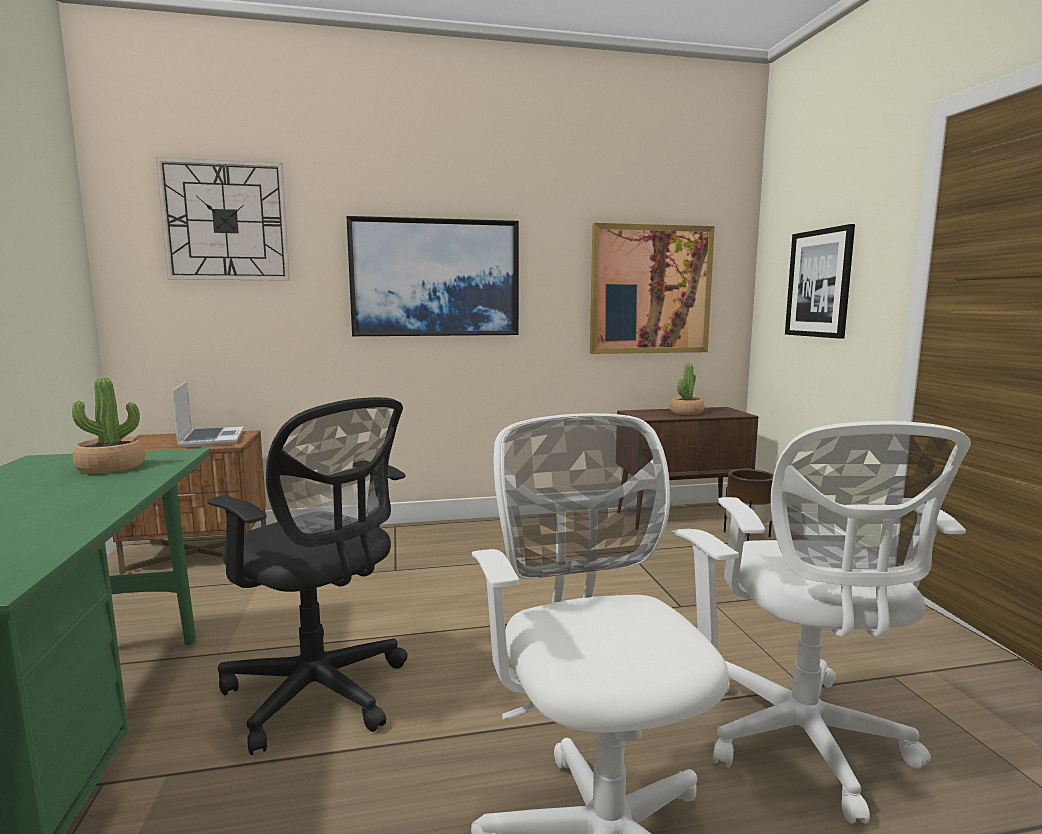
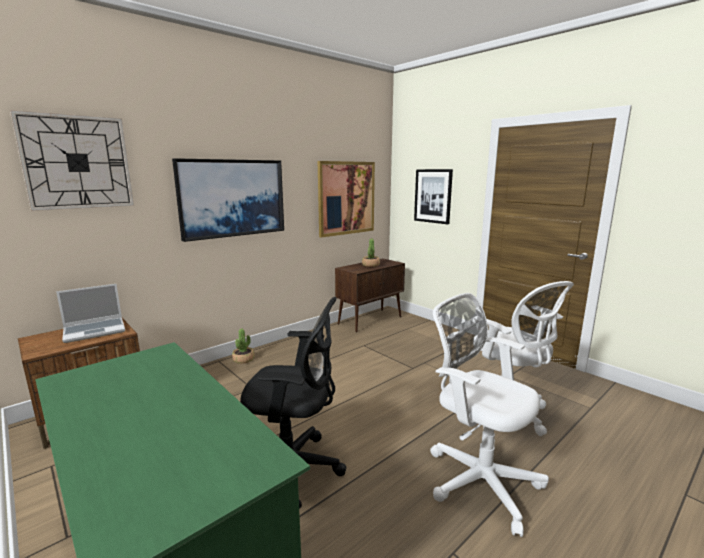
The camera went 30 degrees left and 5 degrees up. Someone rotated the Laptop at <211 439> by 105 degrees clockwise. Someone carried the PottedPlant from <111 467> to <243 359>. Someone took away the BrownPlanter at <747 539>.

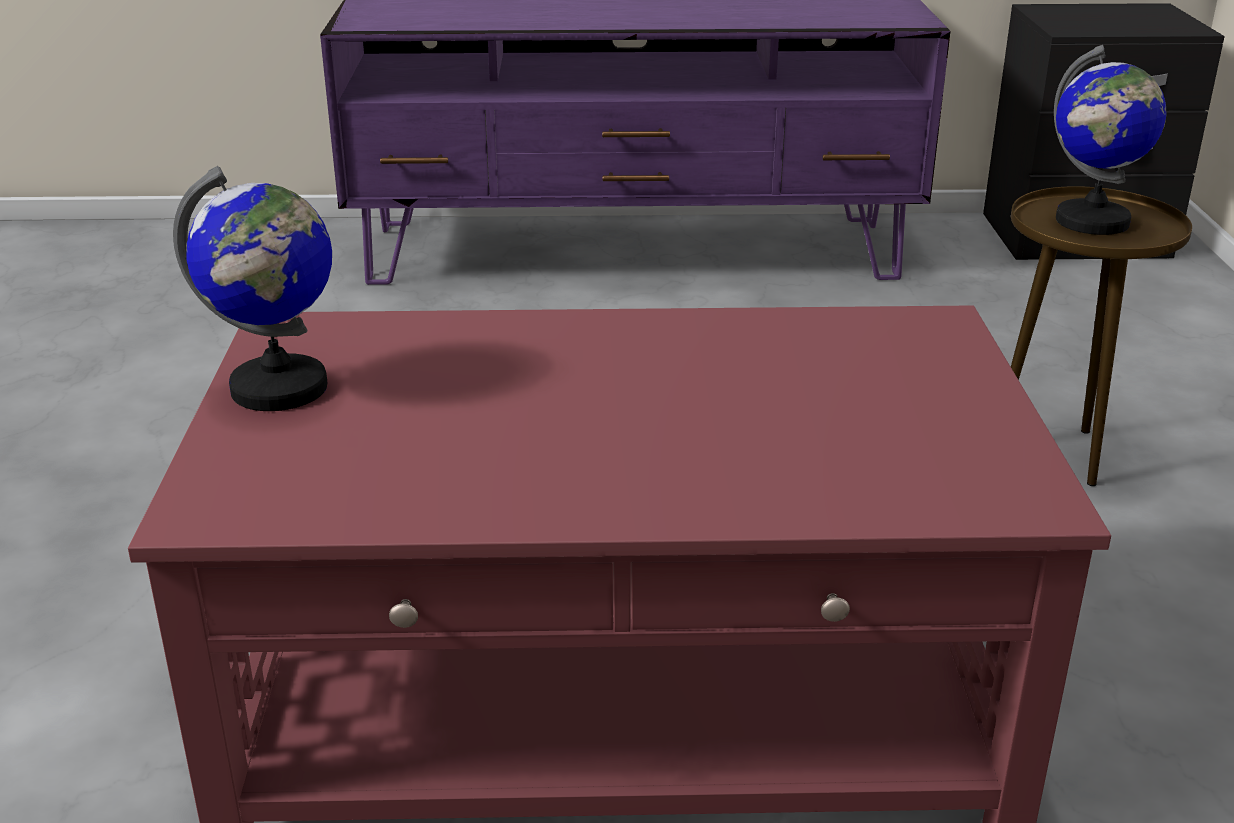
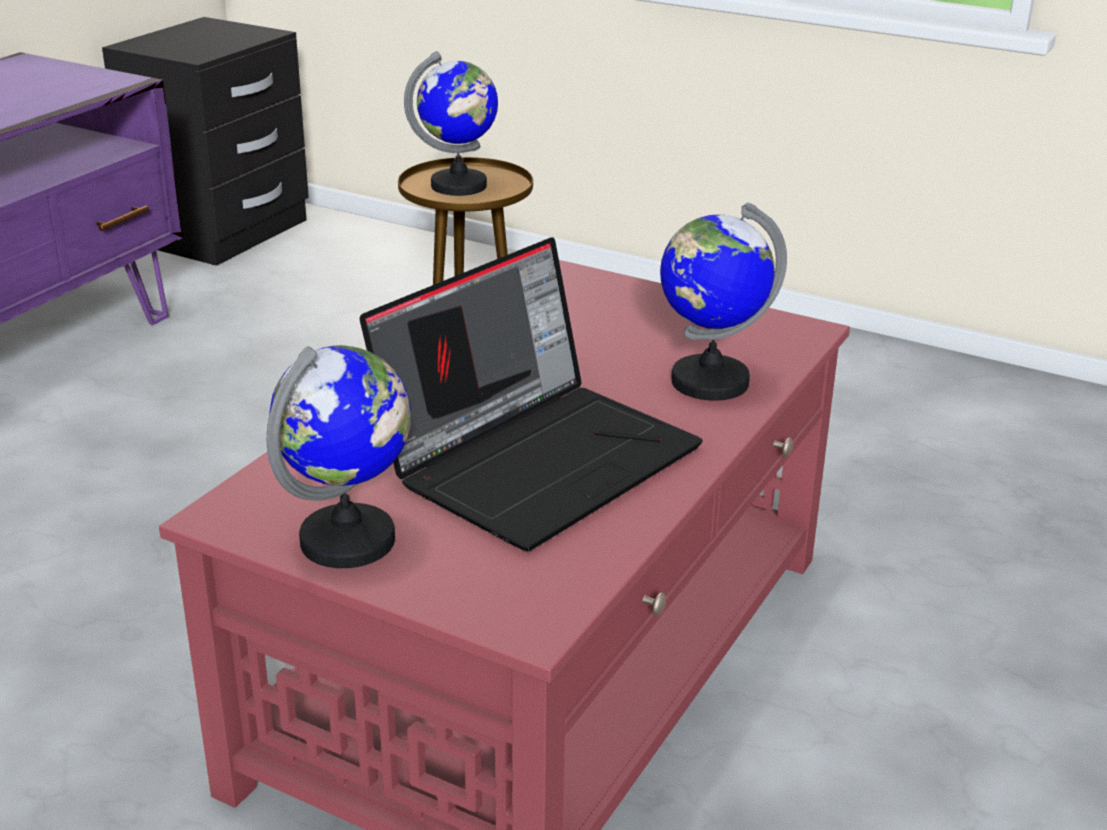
The camera went 60 degrees left and 0 degrees up. Someone put down the Laptop at <539 457>. Someone put down the Globe at <708 381>.

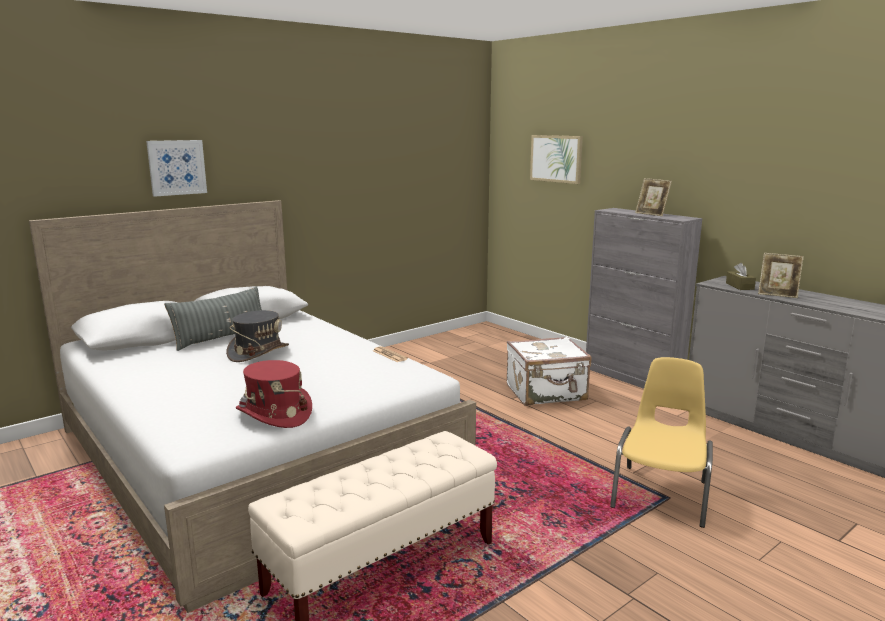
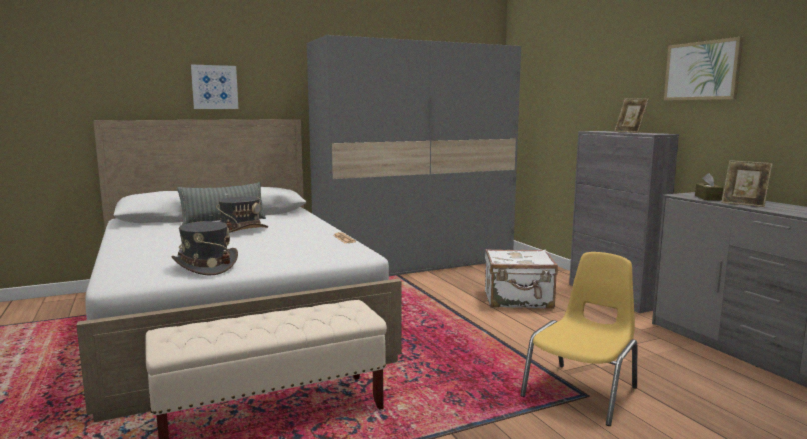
The camera went 15 degrees right and 5 degrees down. Someone repainted the RedHat at <274 414>, which became the GreyHat at <205 266>. Someone put down the GreyWardrobe at <415 263>. Someone carried the Picture from <556 158> to <702 71>.

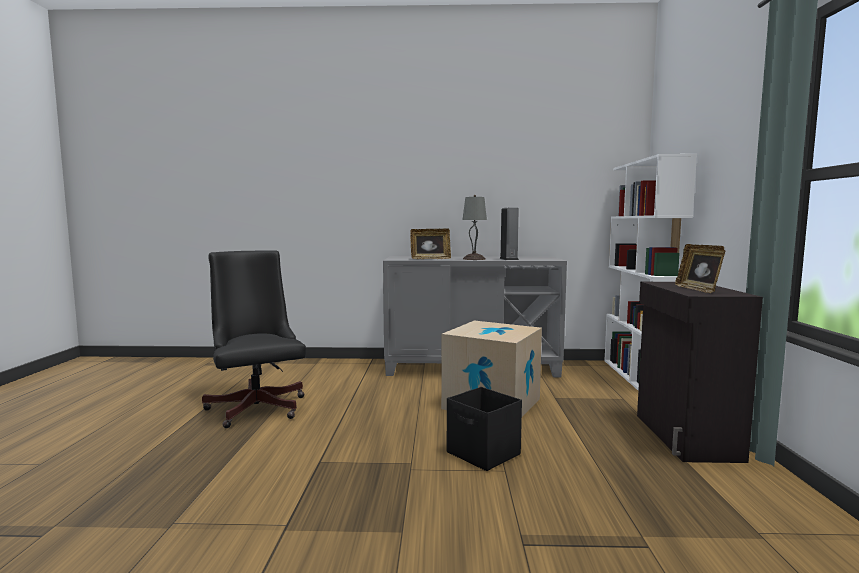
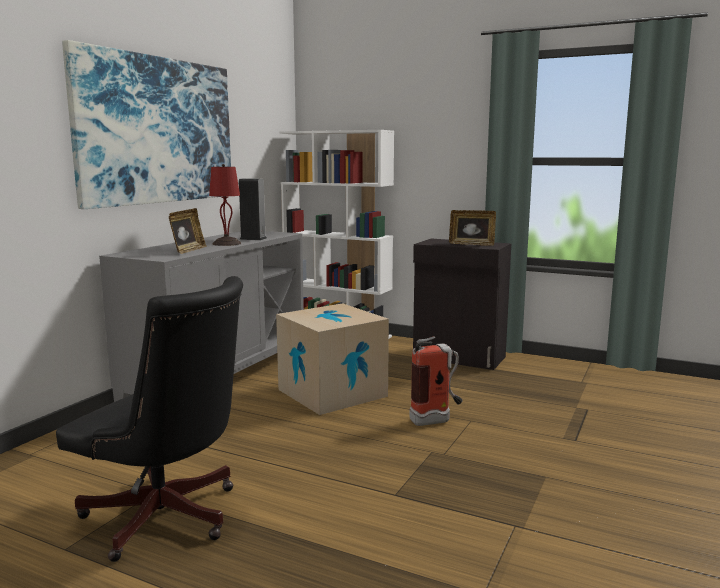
The camera went 65 degrees left and 5 degrees up. Someone rotated the BlackOfficeChair at <257 406> by 150 degrees counterclockwise. Someone put up the Picture at <157 130>. Someone repainted the GreyTableLamp at <474 259>, which became the RedTableLamp at <226 243>. Someone swapped the BlackStorageBox at <483 454> for the FireExtinguisher at <436 421>.

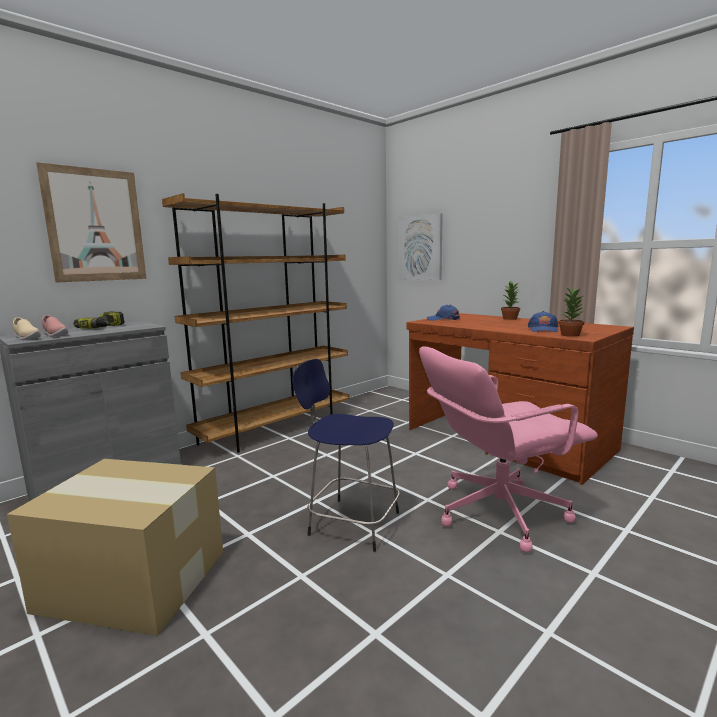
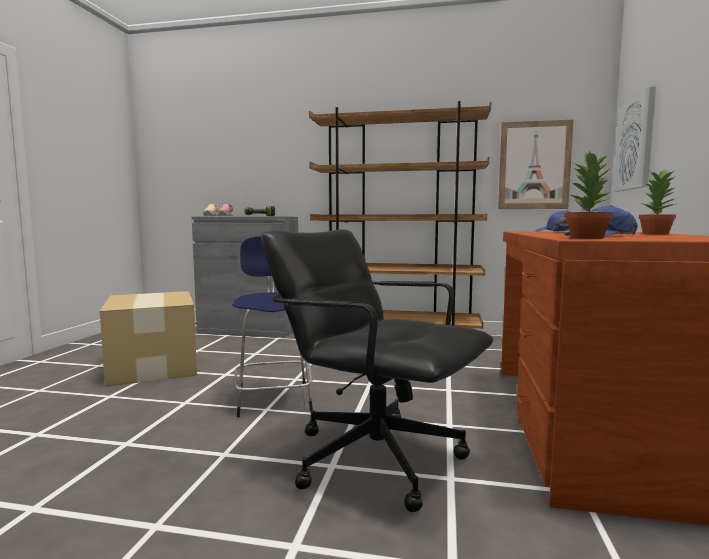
The camera went 55 degrees right and 5 degrees down. Someone repainted the PinkOfficeChair at <498 512>, which became the BlackOfficeChair at <375 457>. Someone carried the Picture from <95 225> to <534 165>.

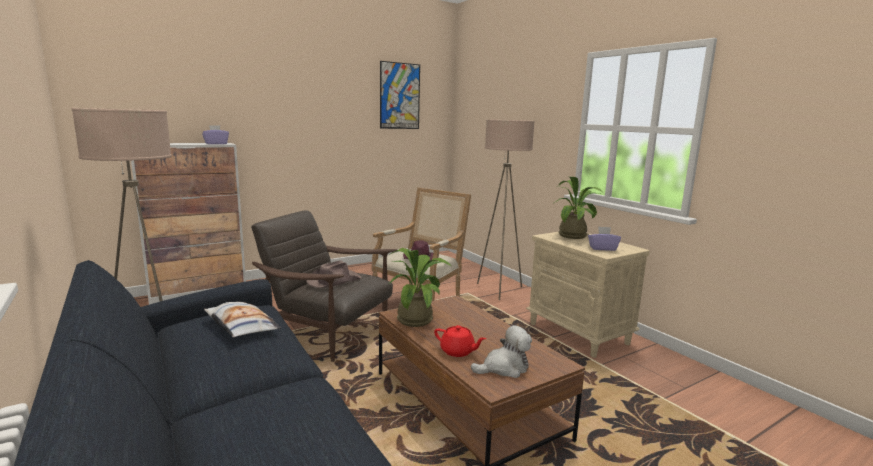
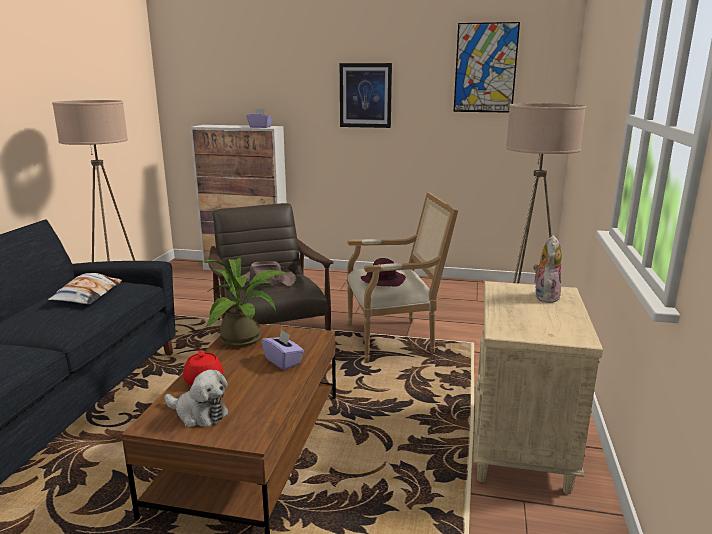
The camera went 45 degrees right and 5 degrees up. Someone carried the PurpleTissueBox from <602 248> to <283 361>. Someone put up the Picture at <365 95>. Someone swapped the PottedPlant at <575 235> for the PlushToy at <545 296>.

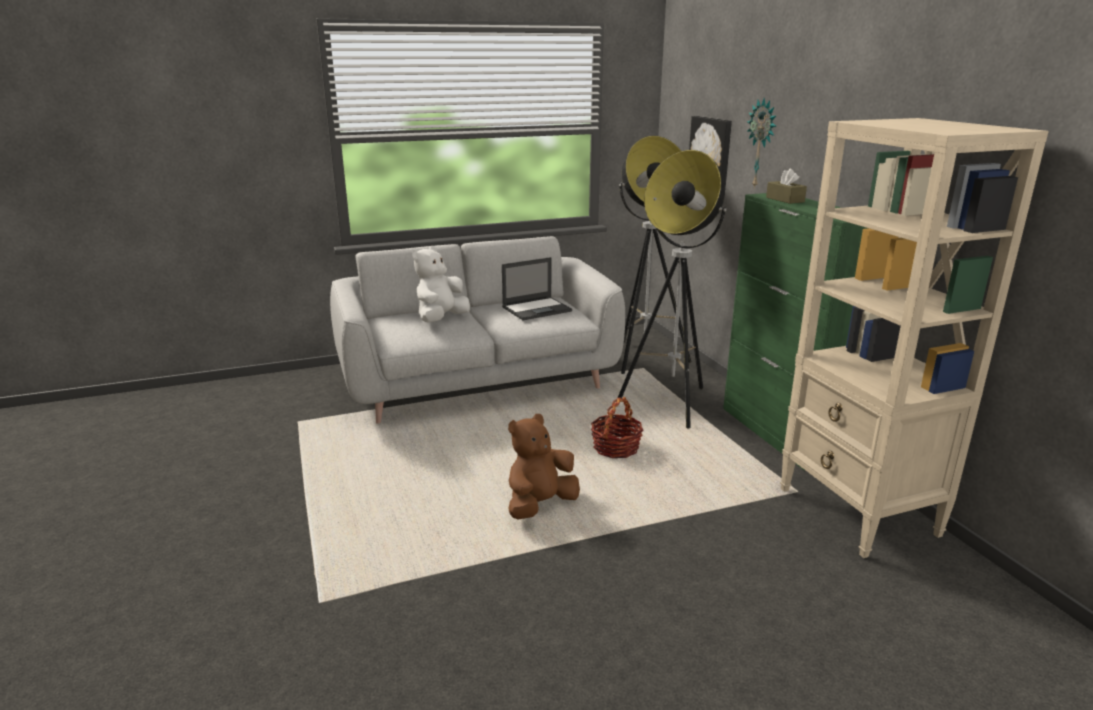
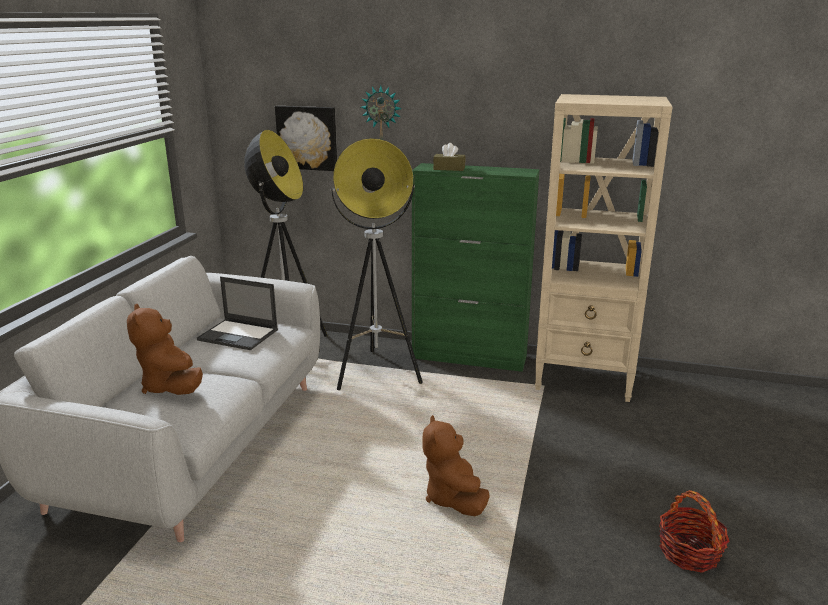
The camera went 55 degrees left and 0 degrees up. Someone repainted the WhitePlushToy at <441 319>, which became the BrownPlushToy at <171 387>. Someone rotated the Laptop at <537 309> by 105 degrees clockwise. Someone carried the Basket from <616 448> to <689 552>.

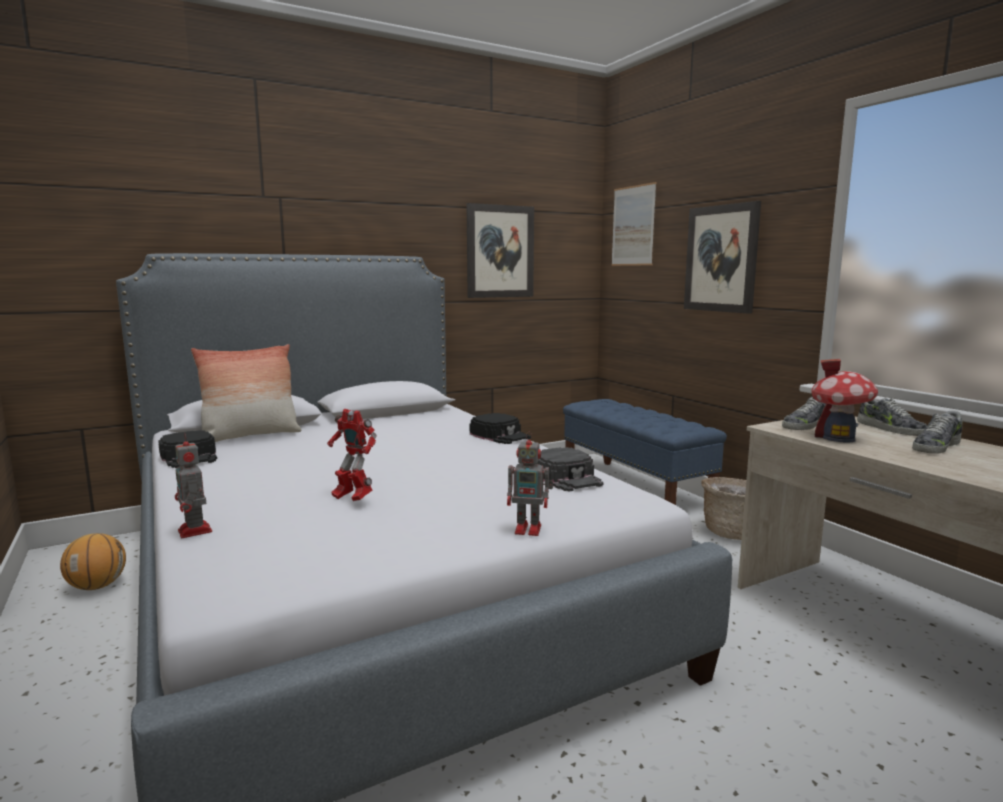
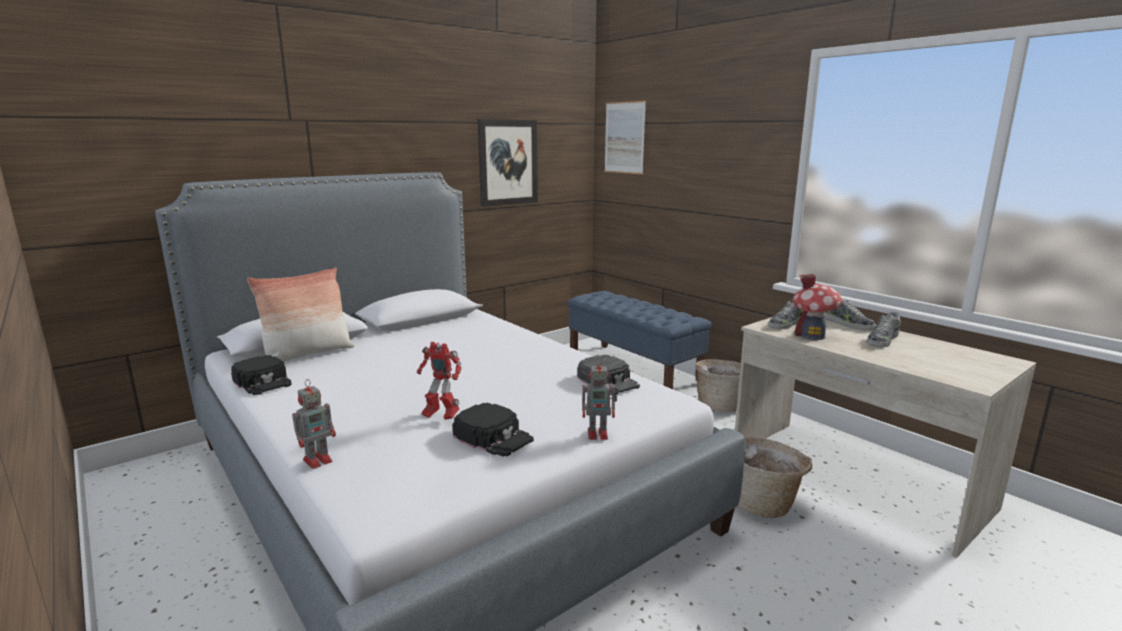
The camera went 10 degrees left and 5 degrees up. Someone rotated the ToyRobot at <195 531> by 90 degrees counterclockwise. Someone carried the BlackCap from <500 435> to <494 437>. Someone put down the Basket at <762 503>. Someone took away the Basketball at <97 586>. Someone took away the Picture at <721 258>.

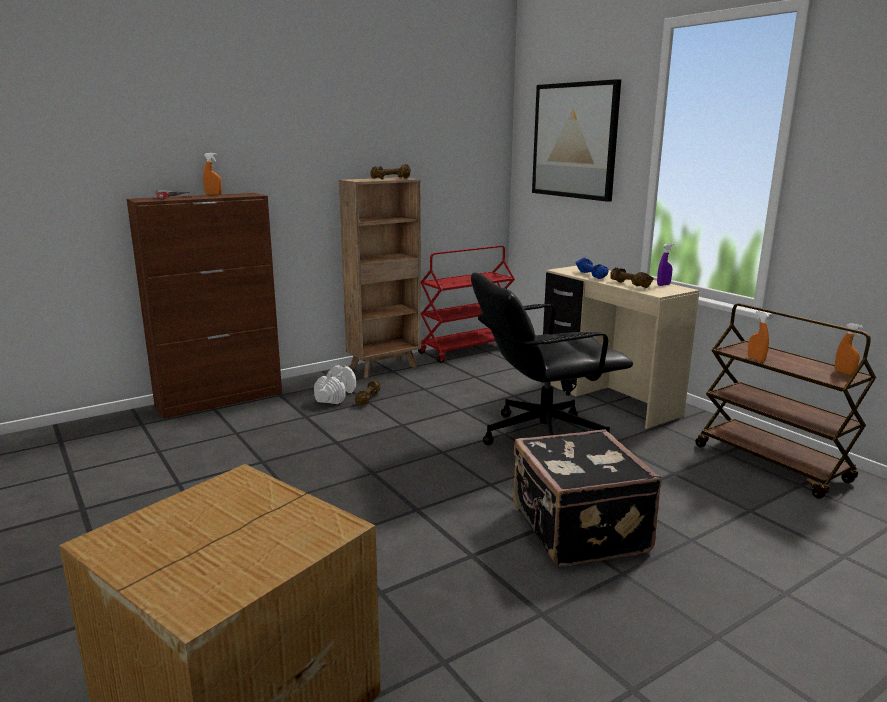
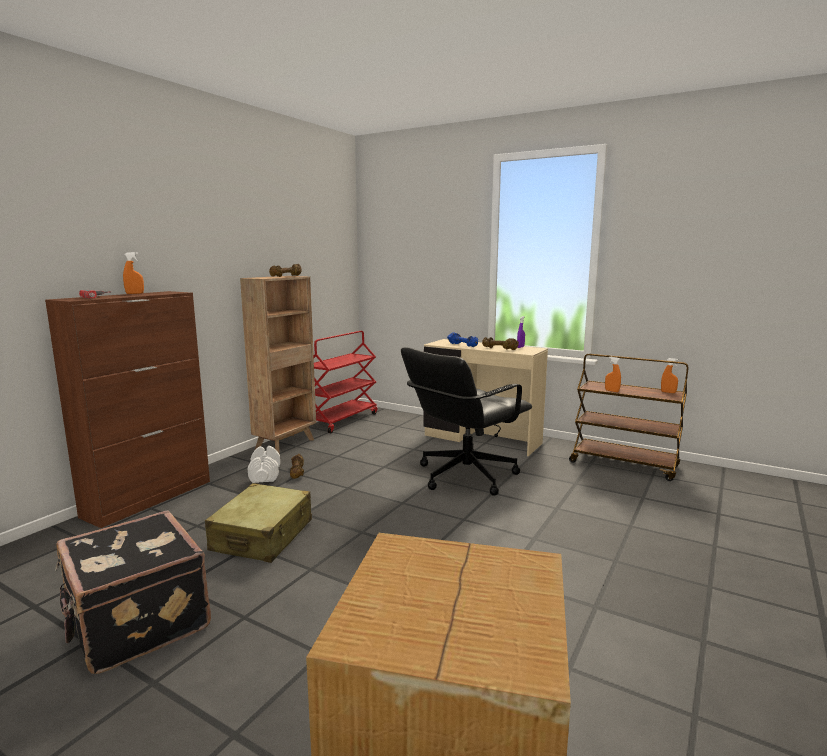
The camera went 25 degrees left and 5 degrees down. Someone carried the BlackSuitcase from <577 530> to <136 622>. Someone put down the BeigeSuitcase at <263 536>. Someone took away the Picture at <574 141>.

